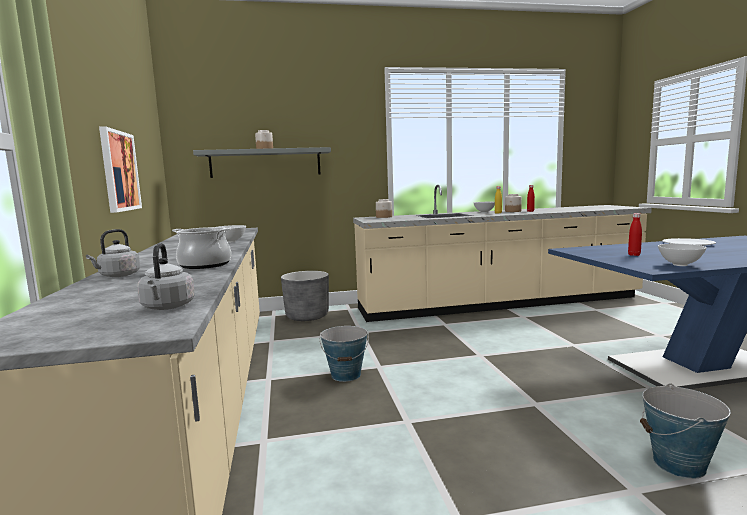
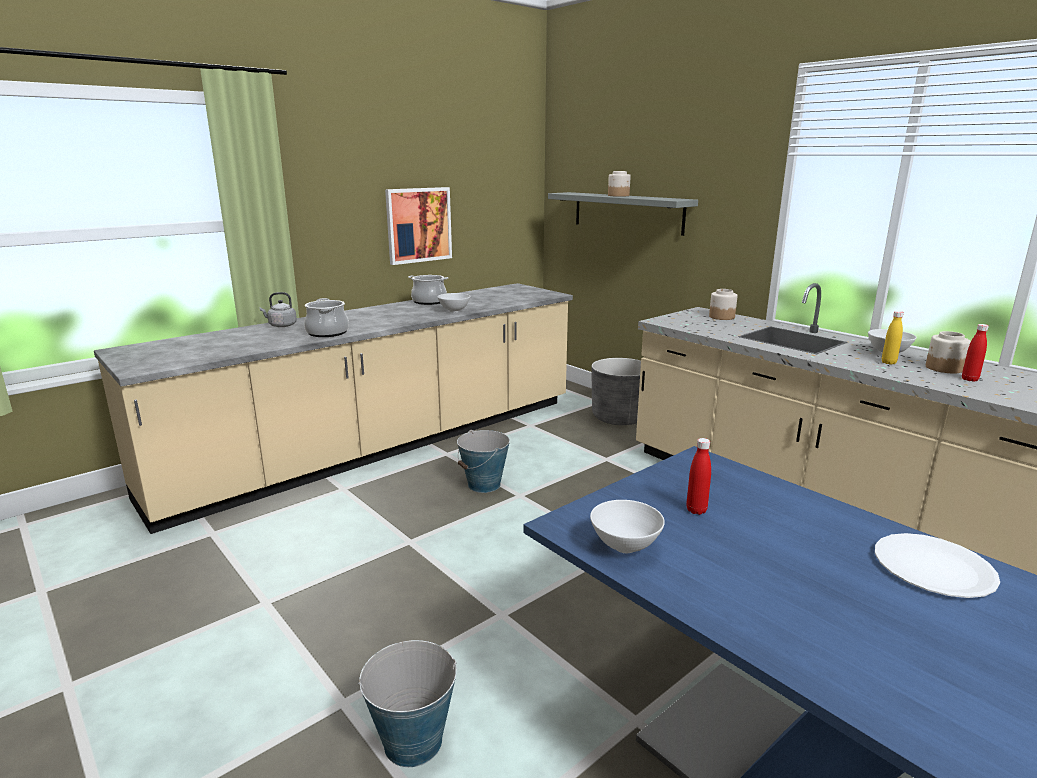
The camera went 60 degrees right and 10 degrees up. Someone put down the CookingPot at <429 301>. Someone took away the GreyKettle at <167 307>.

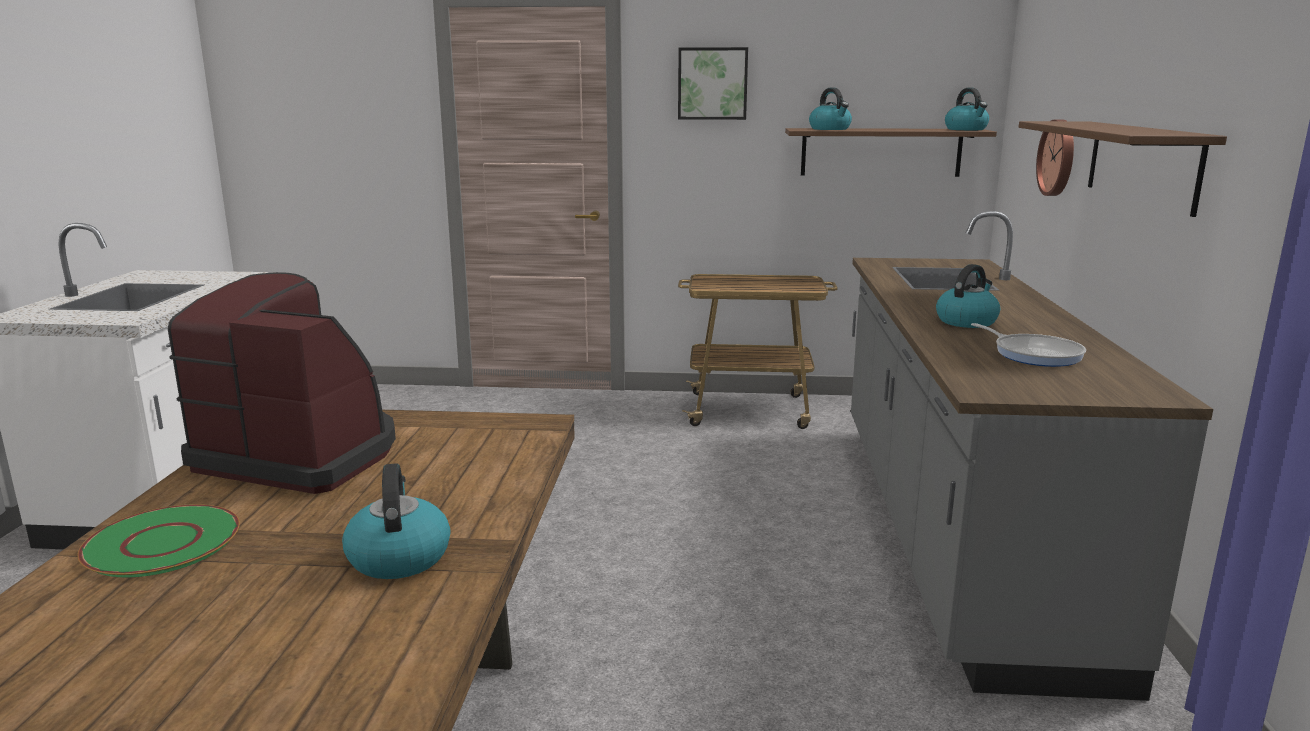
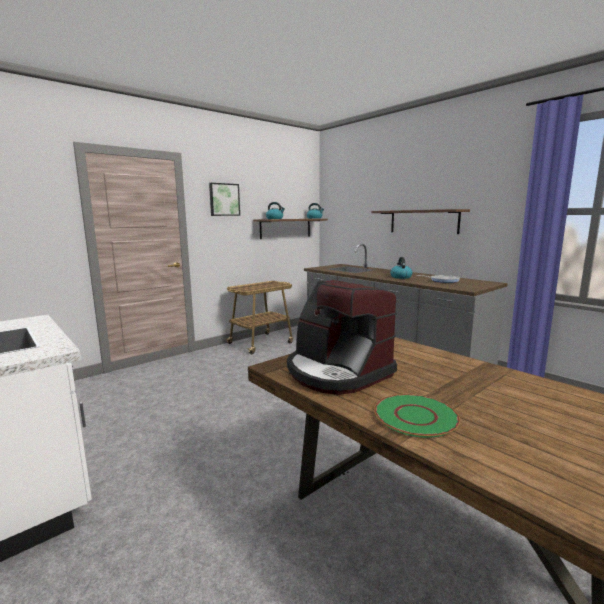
The camera went 45 degrees left and 5 degrees down. Someone rotated the CoffeeMachine at <301 454> by 105 degrees counterclockwise. Someone took away the Kettle at <398 557>. Someone took away the WallClock at <1059 158>.

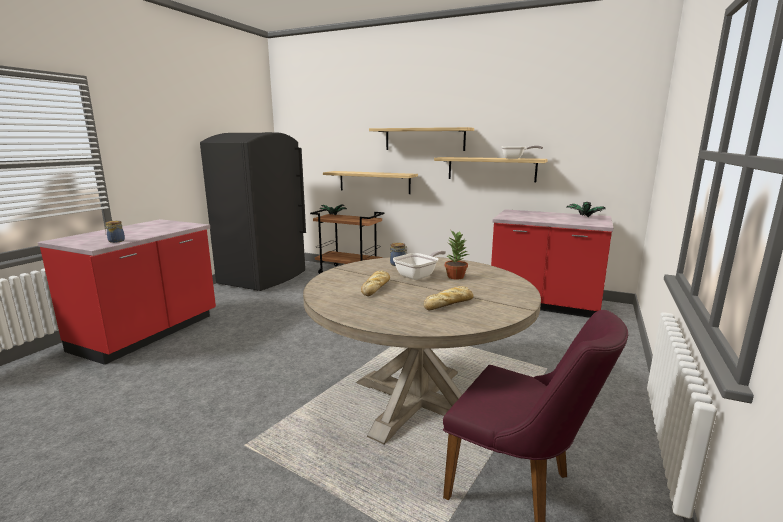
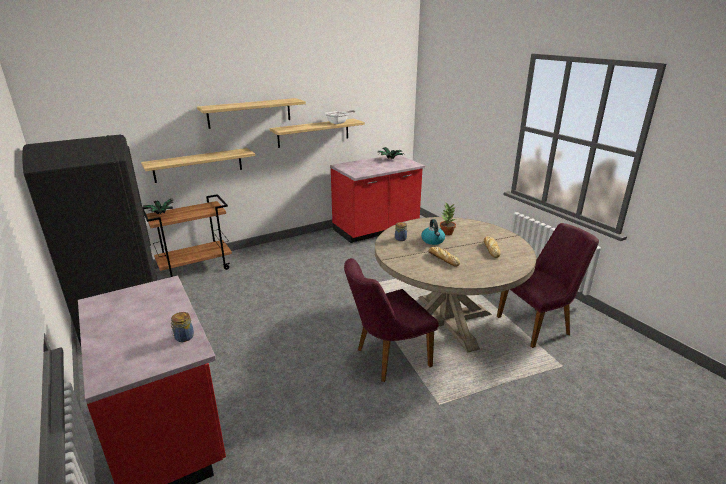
The camera went 55 degrees left and 10 degrees up. Someone put down the PurpleChair at <386 358>. Someone swapped the FryingPan at <419 275> for the Kettle at <433 241>.

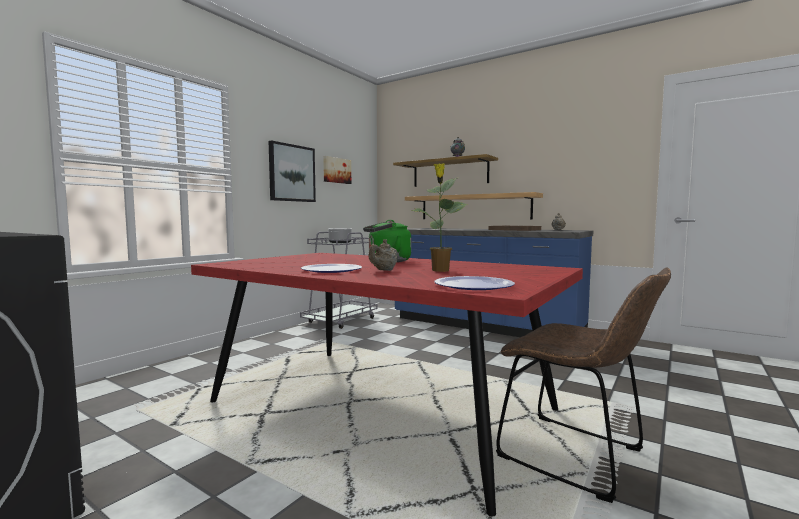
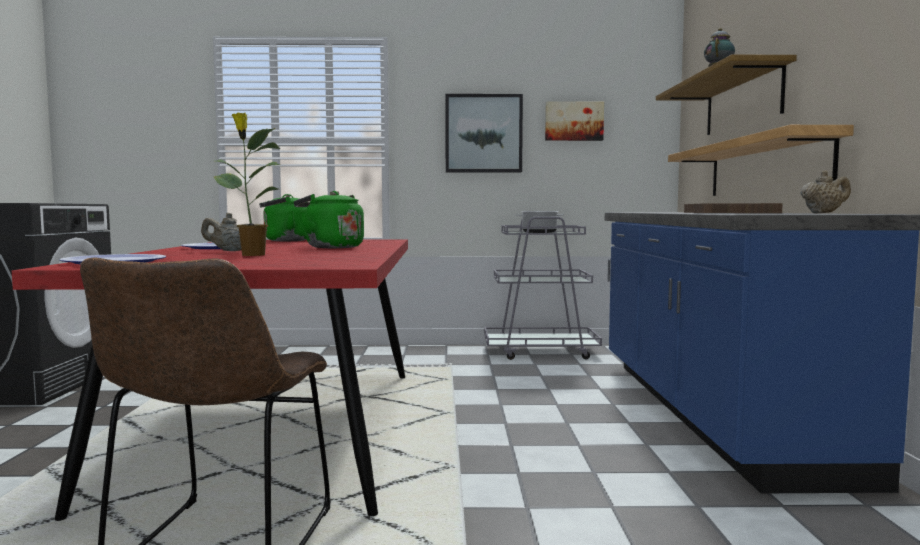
The camera went 55 degrees right and 0 degrees up. Someone put down the GreenKettle at <285 241>.

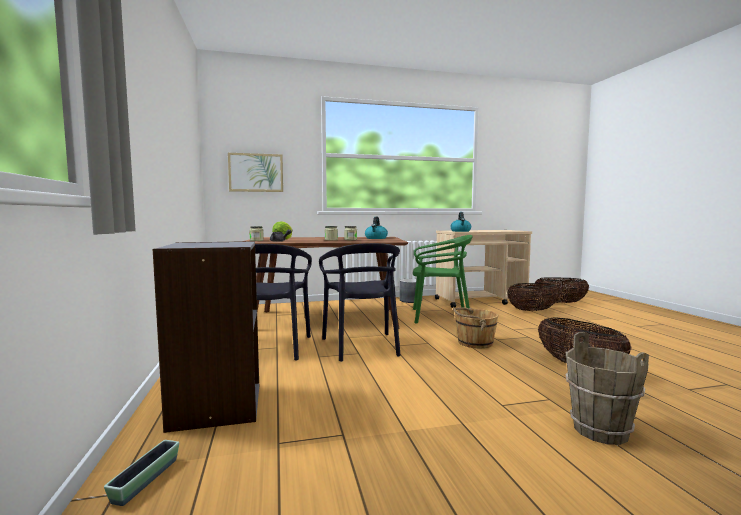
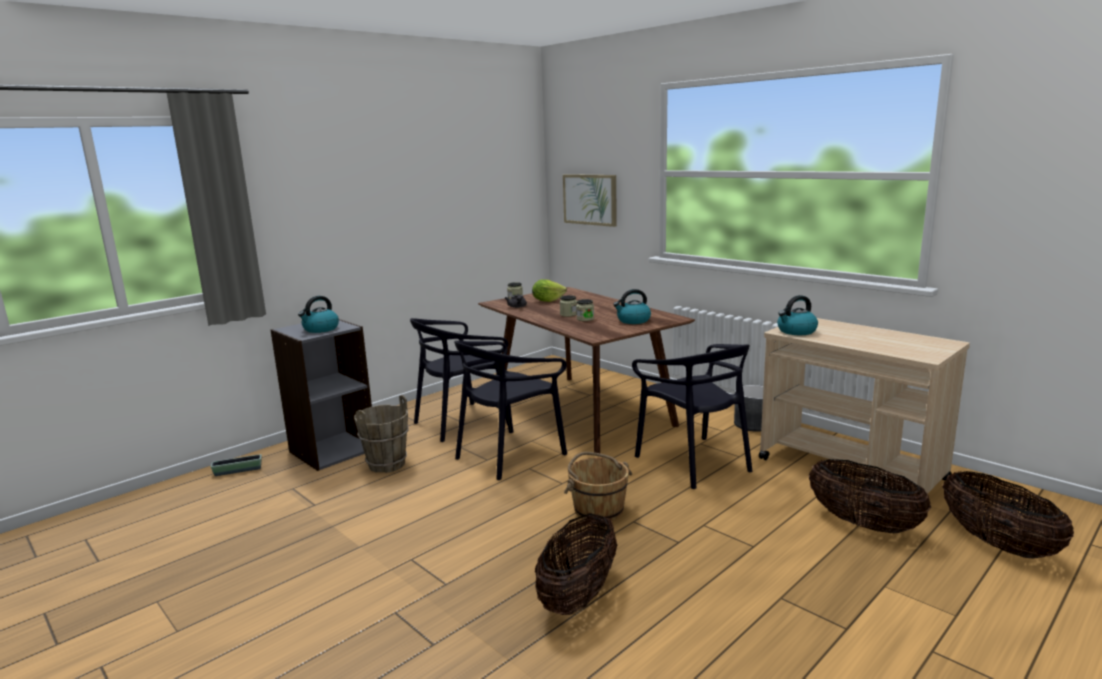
The camera went 60 degrees right and 10 degrees up. Someone put down the Kettle at <320 329>. Someone carried the BrownBucket from <600 431> to <386 464>. Someone repainted the GreenChair at <439 316>, which became the BlackChair at <694 462>.

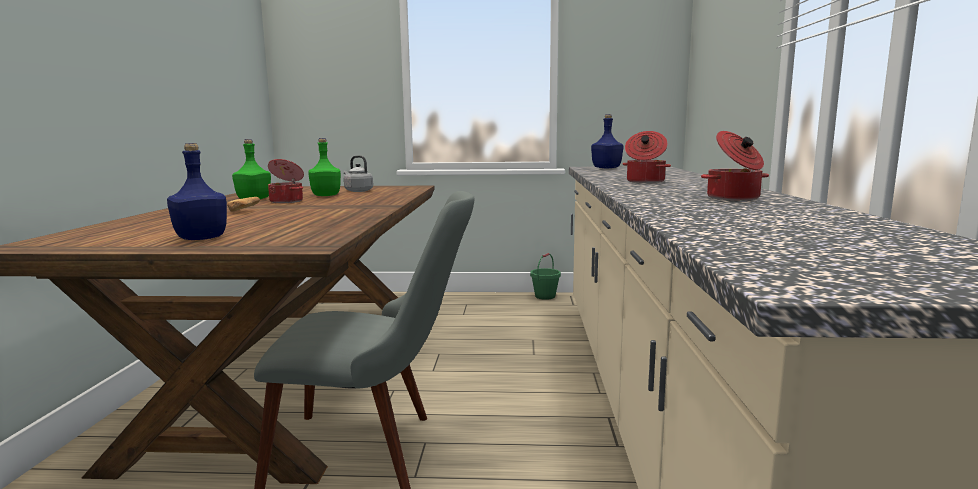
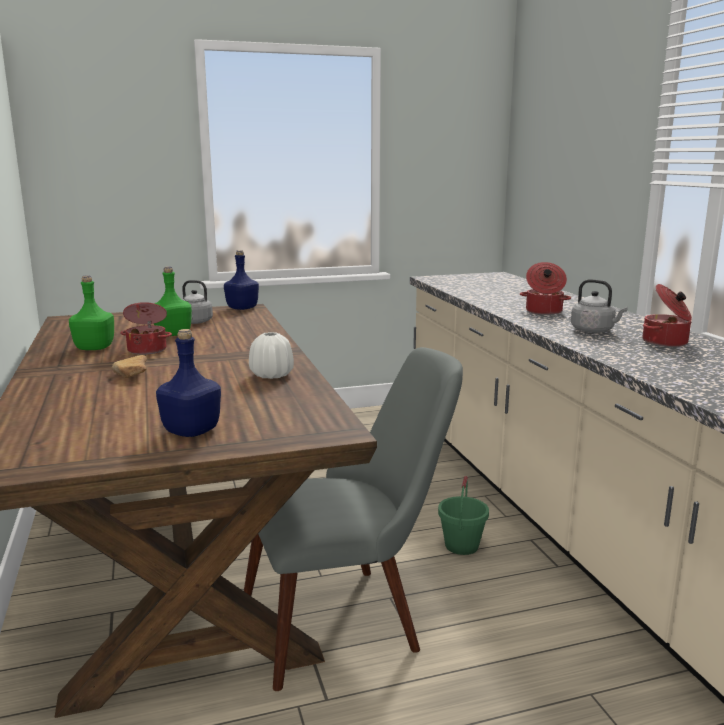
The camera went 20 degrees left and 5 degrees up. Someone carried the BlueBottle from <607 168> to <243 308>. Someone put down the WhiteVase at <271 375>. Someone carried the GreenBucket from <545 296> to <461 545>. Someone put down the GreyKettle at <594 331>.

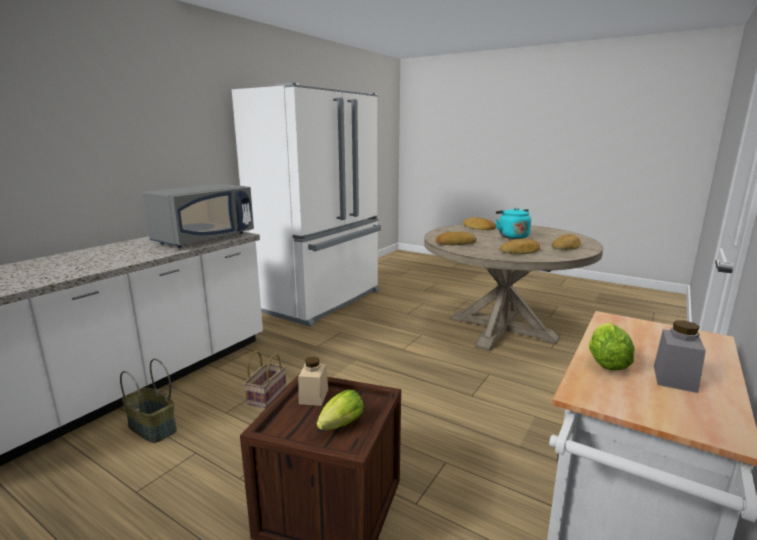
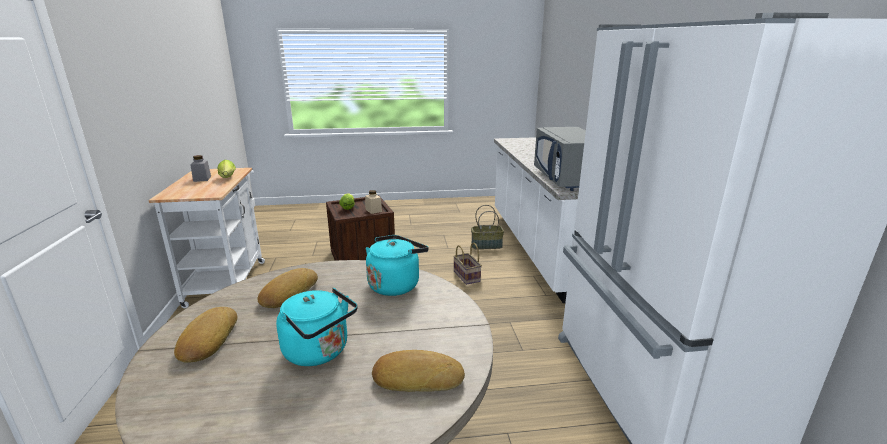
The camera went 140 degrees right and 5 degrees up. Someone swapped the Bread at <455 243> for the TurquoiseKettle at <395 284>.

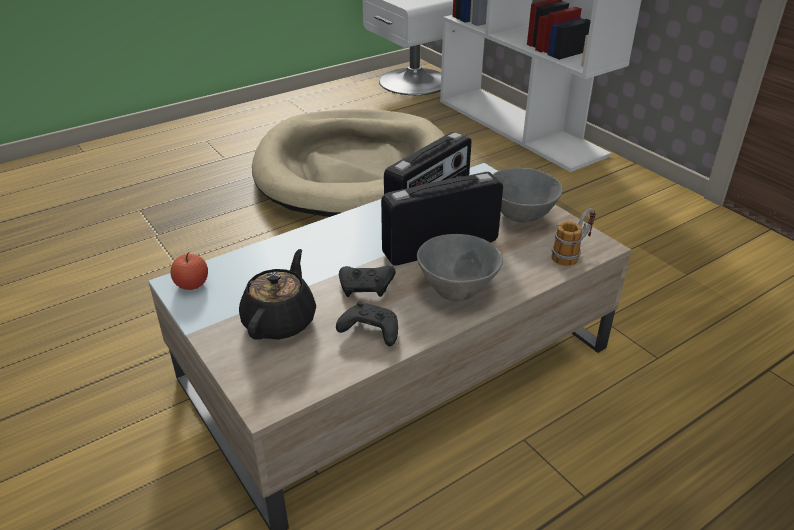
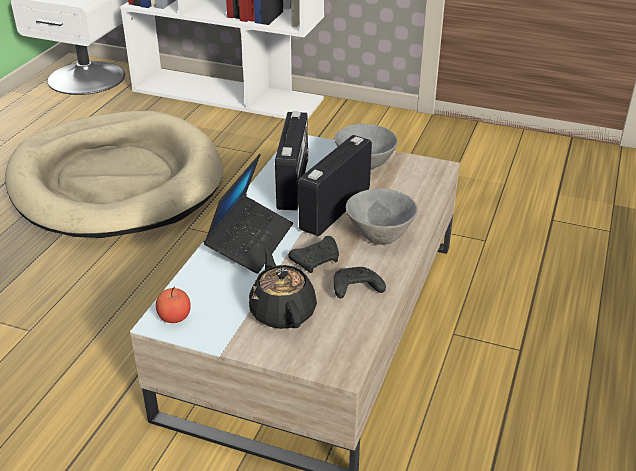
The camera went 35 degrees left and 0 degrees up. Someone put down the Laptop at <250 241>. Someone took away the Mug at <572 253>.

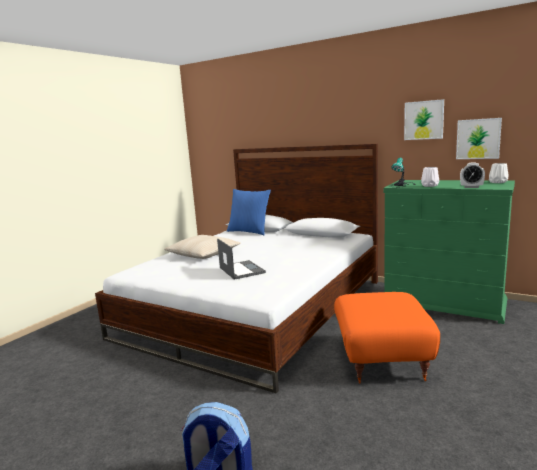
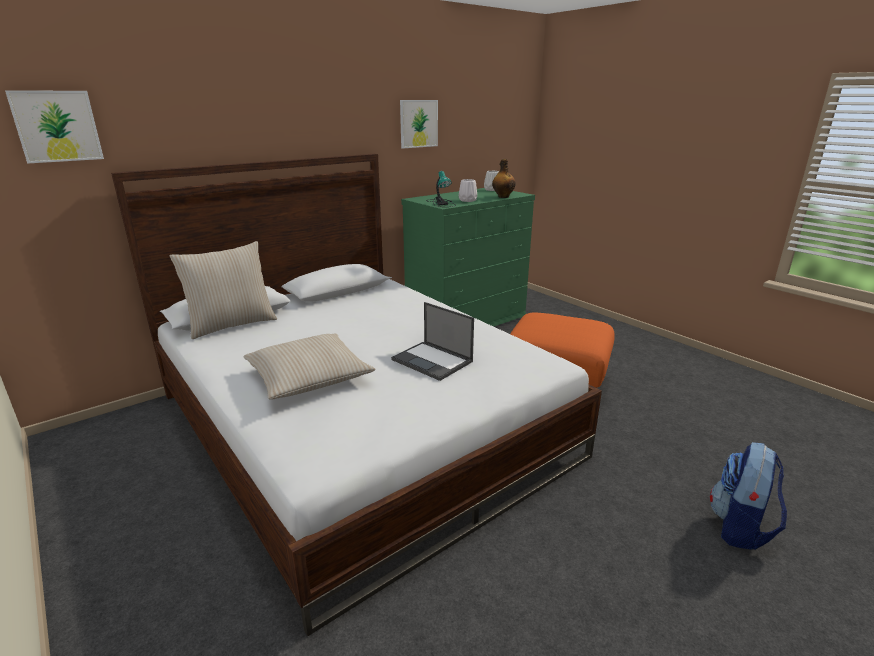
The camera went 70 degrees left and 10 degrees up. Someone carried the Picture from <478 139> to <57 126>. Someone repainted the BluePillow at <249 231>, which became the BeigePillow at <232 324>. Someone rotated the Laptop at <241 270> by 135 degrees counterclockwise. Someone swapped the AlarmClock at <471 187> for the Bottle at <503 197>.

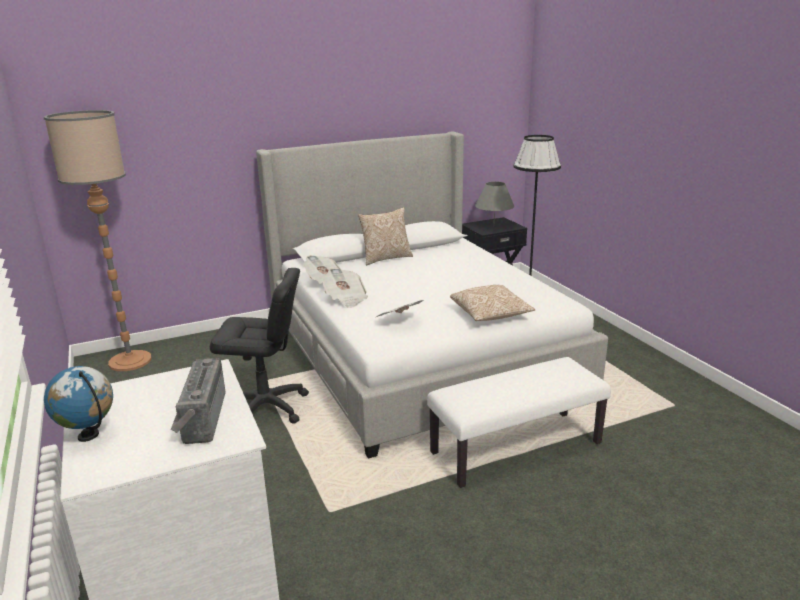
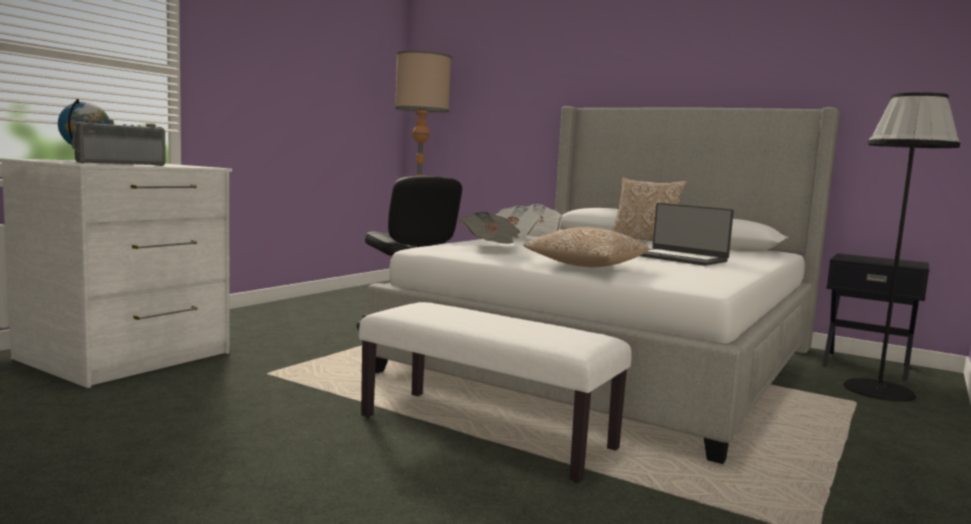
The camera went 55 degrees right and 15 degrees down. Someone put down the Laptop at <678 258>. Someone took away the GreyTableLamp at <493 226>.

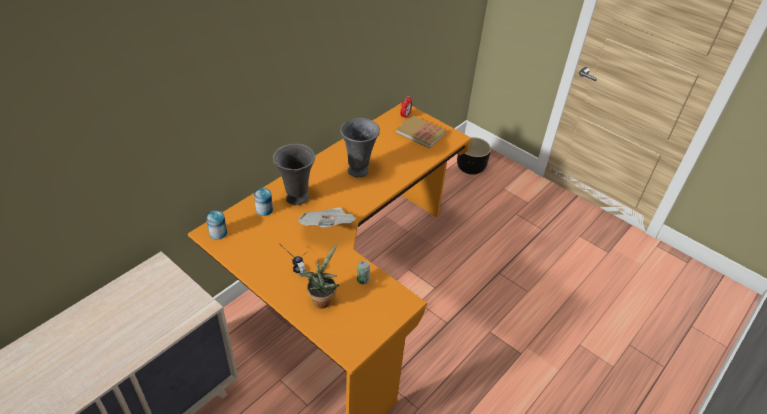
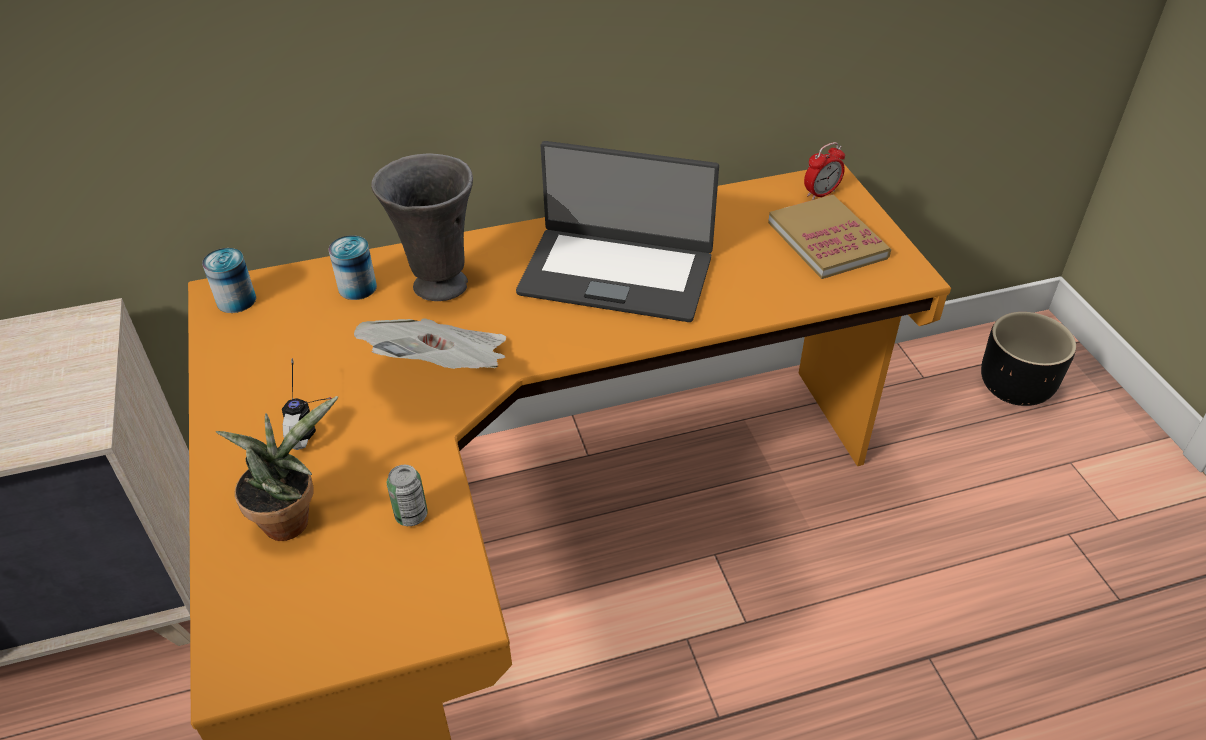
The camera went 35 degrees right and 0 degrees up. Someone swapped the GreyVase at <359 170> for the Laptop at <616 273>.

